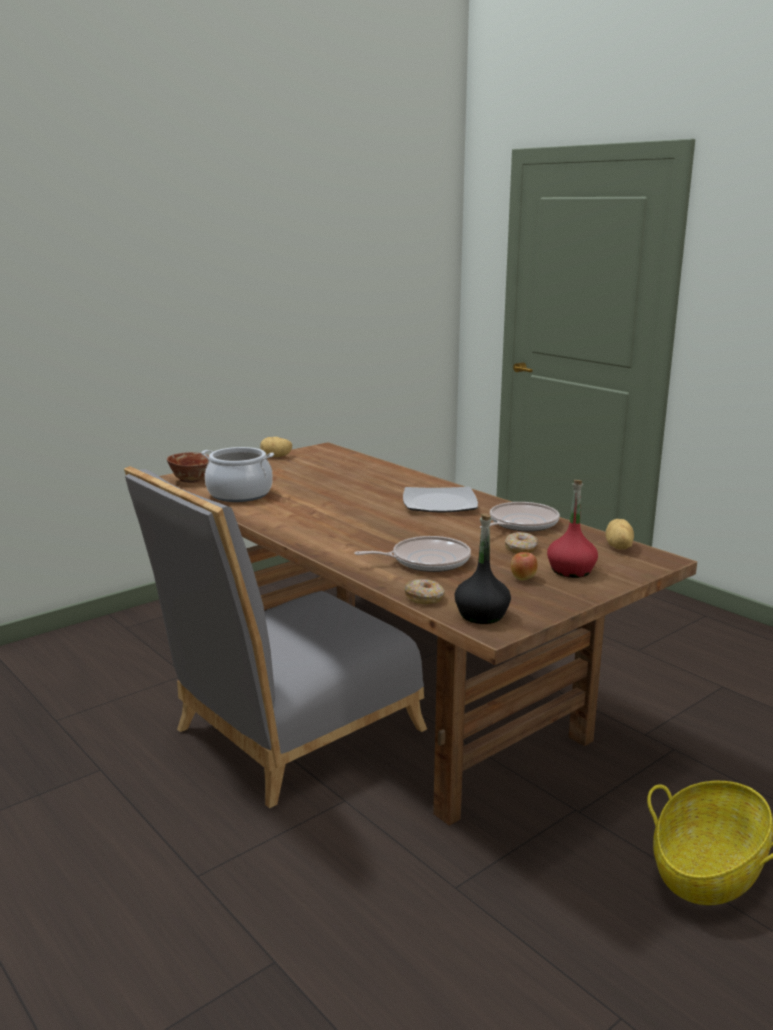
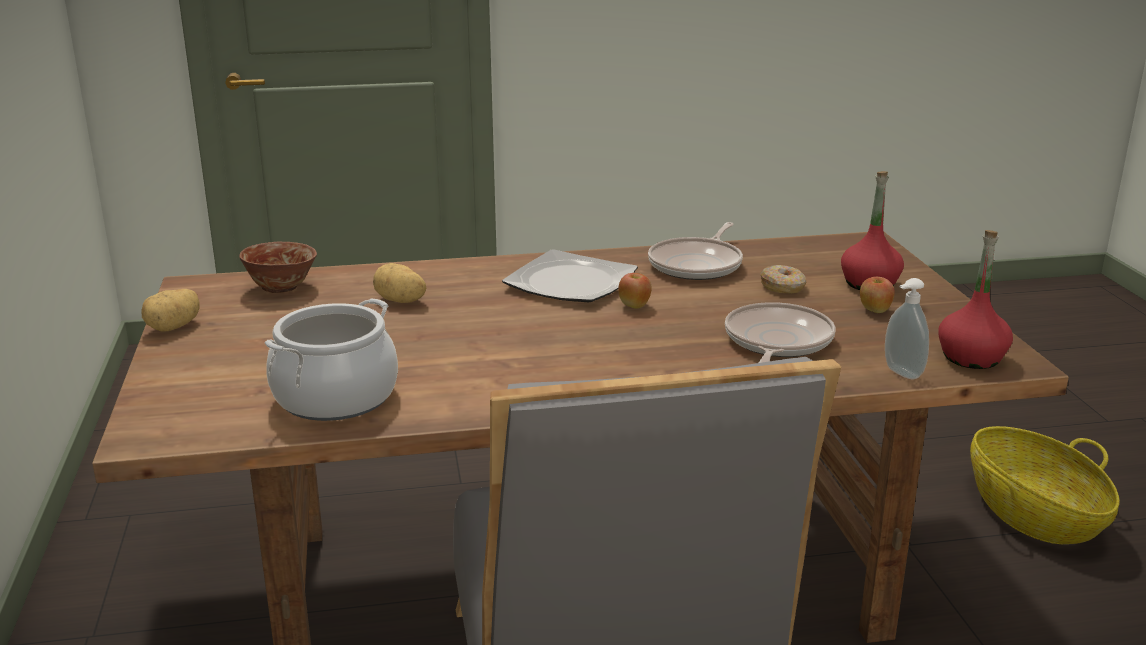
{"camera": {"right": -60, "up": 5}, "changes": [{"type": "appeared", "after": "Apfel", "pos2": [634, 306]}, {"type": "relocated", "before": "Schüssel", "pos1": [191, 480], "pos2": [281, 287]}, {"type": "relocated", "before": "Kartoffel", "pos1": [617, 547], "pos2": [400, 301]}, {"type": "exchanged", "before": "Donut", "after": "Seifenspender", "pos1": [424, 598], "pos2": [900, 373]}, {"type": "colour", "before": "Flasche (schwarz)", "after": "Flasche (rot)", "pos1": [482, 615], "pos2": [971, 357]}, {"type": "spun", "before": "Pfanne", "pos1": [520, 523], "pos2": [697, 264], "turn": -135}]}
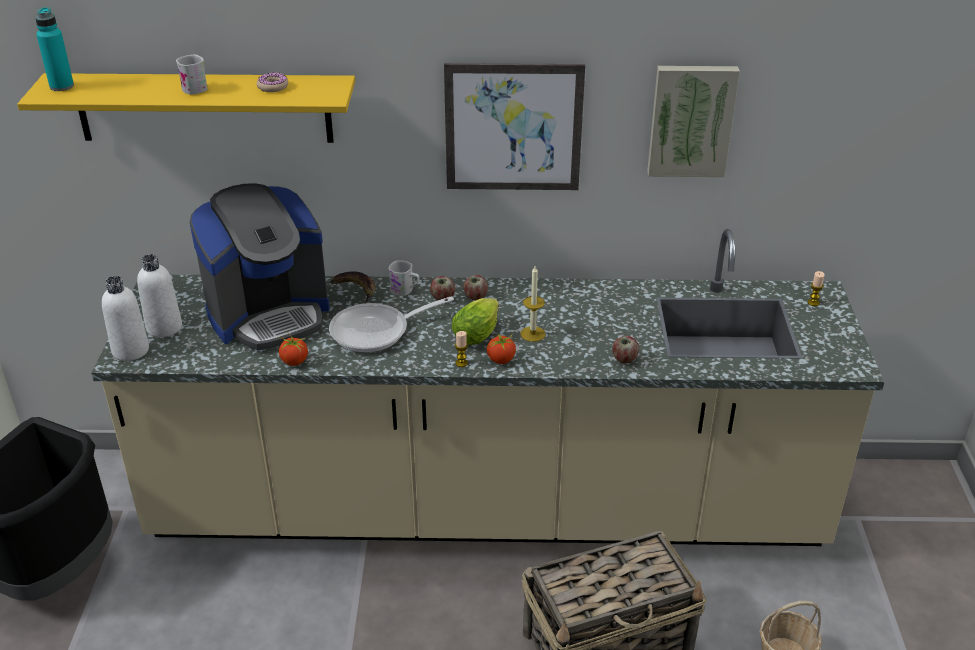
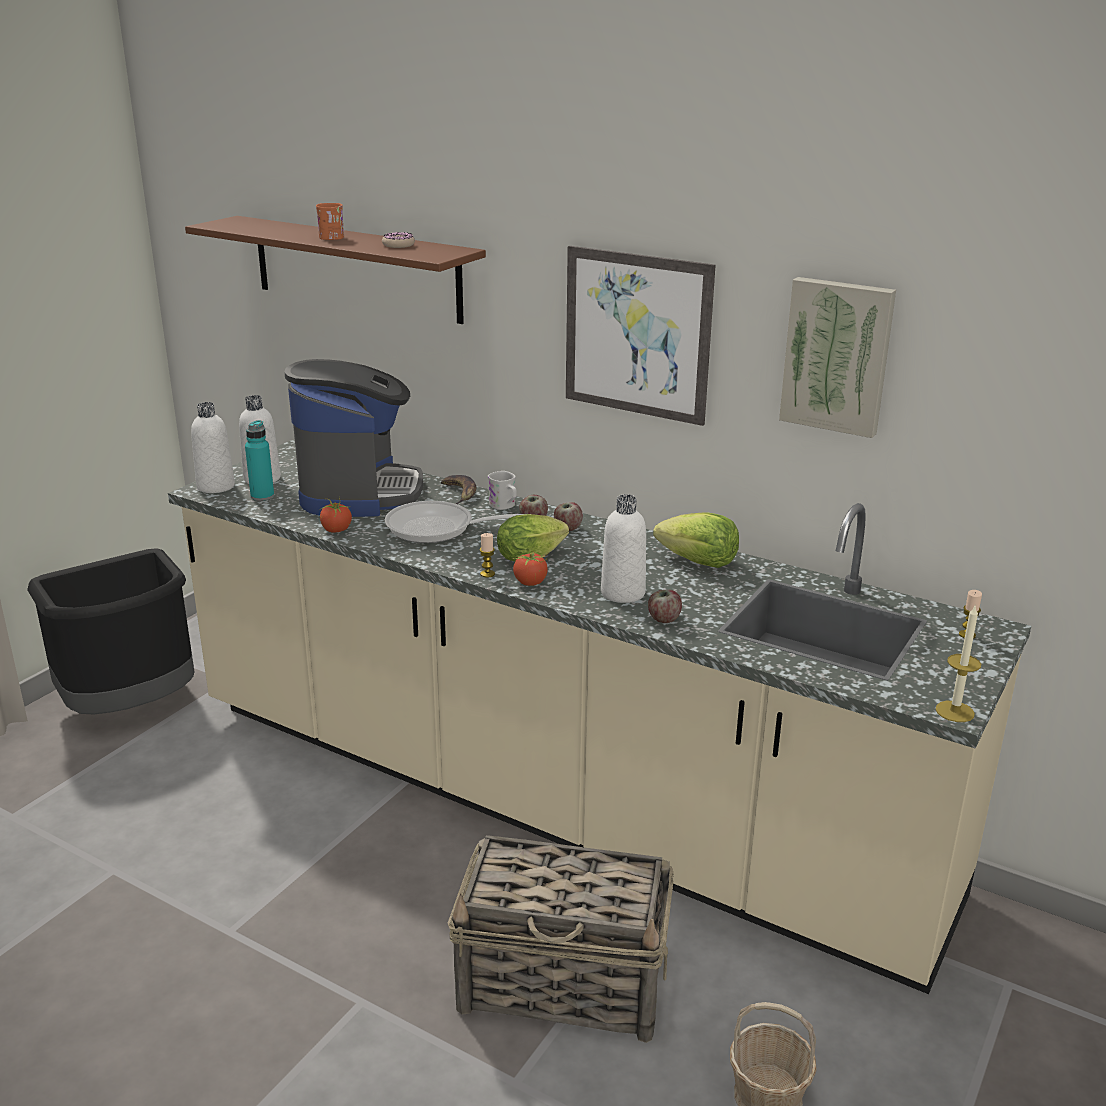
{"camera": {"right": 30, "up": -10}, "changes": [{"type": "appeared", "after": "Flasche (weiß)", "pos2": [623, 593]}, {"type": "appeared", "after": "Salatkopf", "pos2": [698, 562]}, {"type": "relocated", "before": "Flasche (türkis)", "pos1": [61, 86], "pos2": [262, 496]}, {"type": "relocated", "before": "Kerze", "pos1": [532, 334], "pos2": [955, 711]}, {"type": "colour", "before": "Wandregal (gelb)", "after": "Wandregal (braun)", "pos1": [204, 108], "pos2": [356, 268]}, {"type": "colour", "before": "Henkelbecher (weiß)", "after": "Henkelbecher (orange)", "pos1": [192, 88], "pos2": [331, 236]}, {"type": "spun", "before": "Kaffeemaschine", "pos1": [269, 314], "pos2": [359, 492], "turn": -90}]}
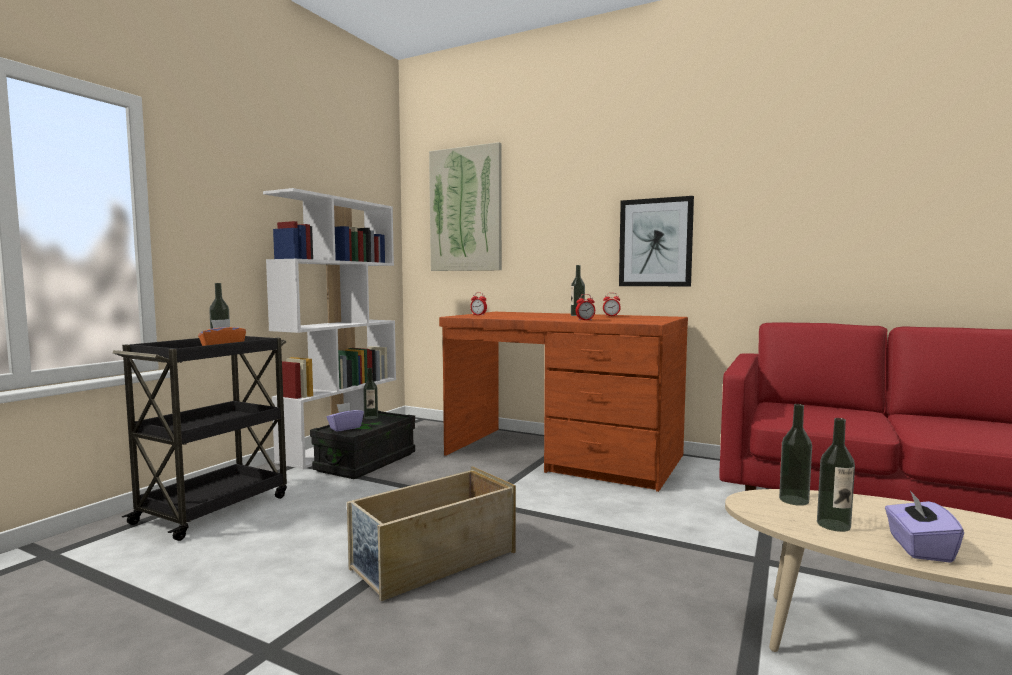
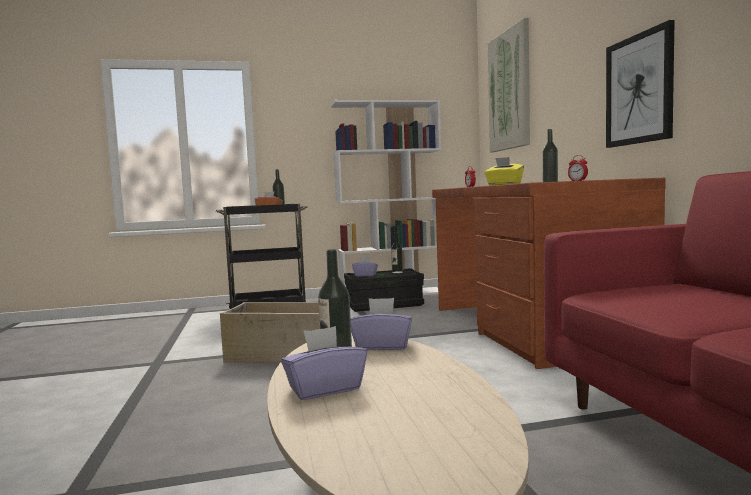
{"camera": {"right": 50, "up": 0}, "changes": [{"type": "exchanged", "before": "Wecker", "after": "Taschentuchbox (gelb)", "pos1": [585, 320], "pos2": [504, 184]}, {"type": "exchanged", "before": "Flasche", "after": "Taschentuchbox (lila)", "pos1": [793, 500], "pos2": [382, 345]}]}
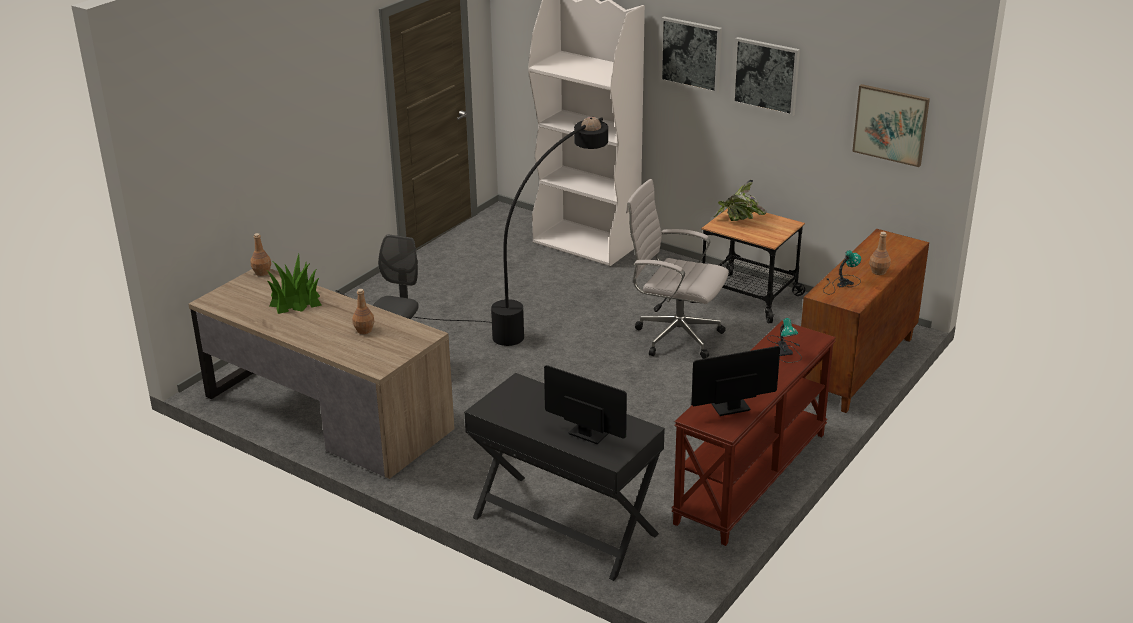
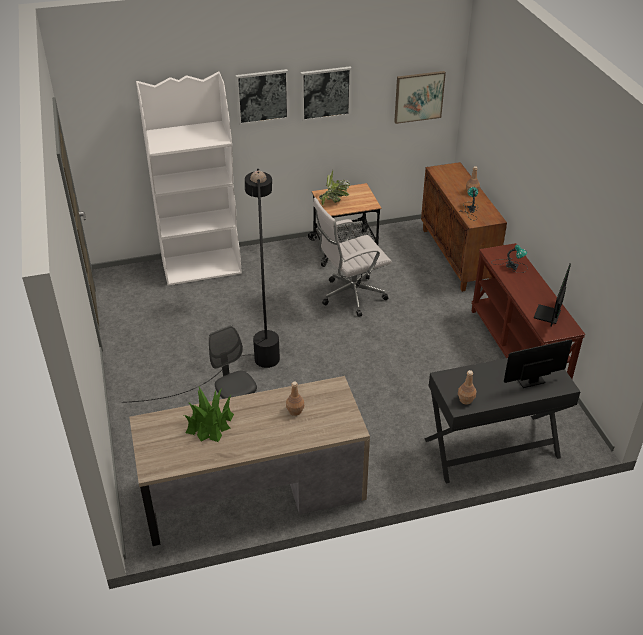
{"camera": {"right": -50, "up": 10}, "changes": [{"type": "relocated", "before": "Flasche (braun)", "pos1": [262, 272], "pos2": [466, 400]}]}
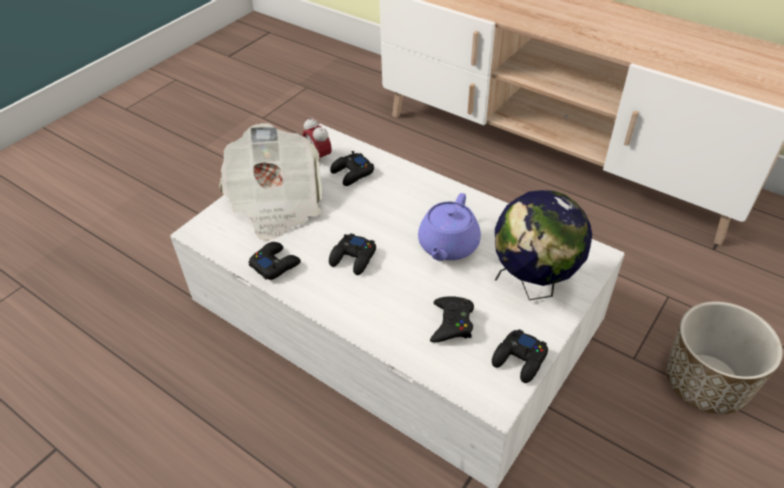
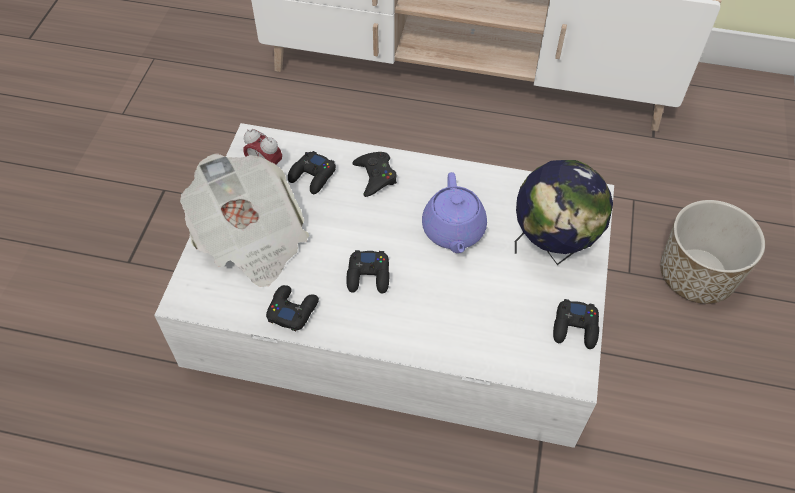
{"camera": {"right": -25, "up": 10}, "changes": [{"type": "relocated", "before": "Gamepad (schwarz)", "pos1": [452, 323], "pos2": [375, 176]}]}
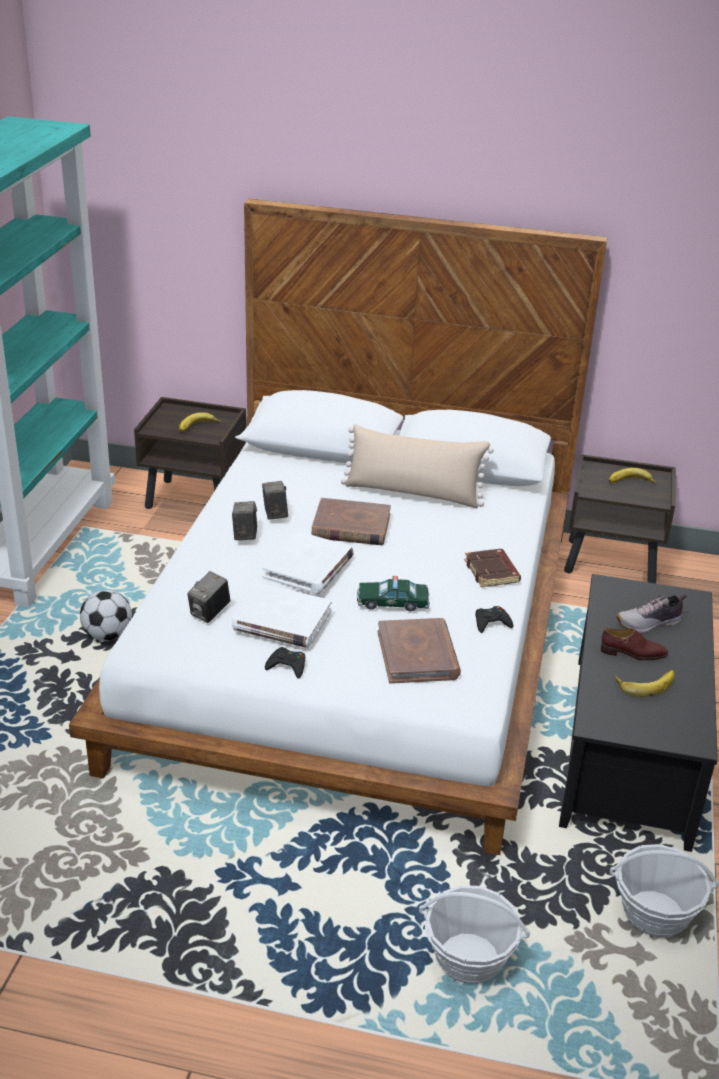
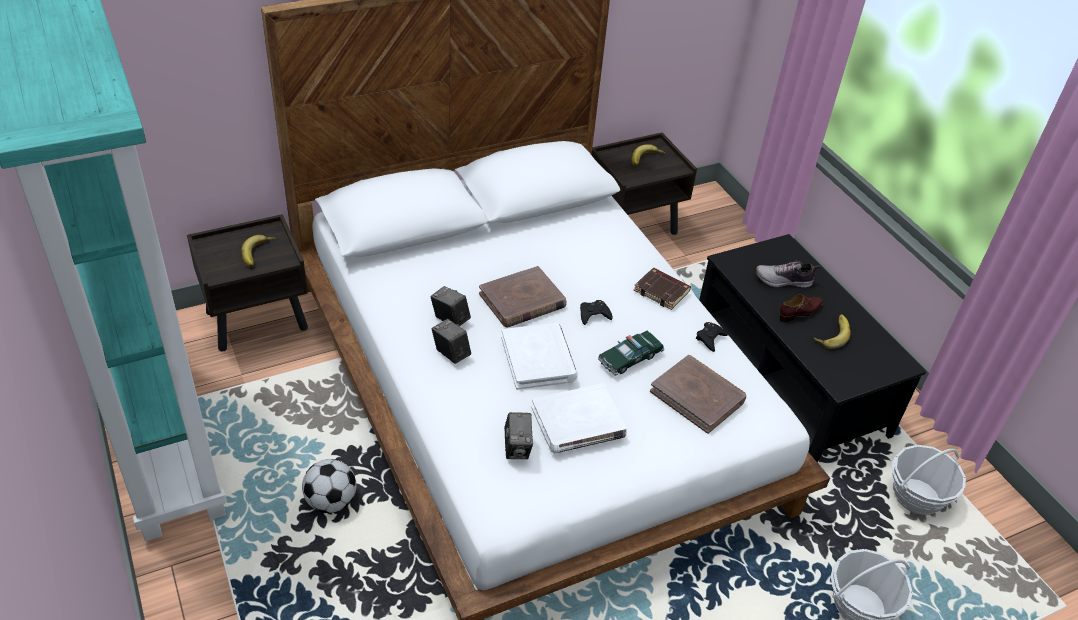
{"camera": {"right": -40, "up": 10}, "changes": [{"type": "missing", "before": "Kissen (beige)", "pos1": [413, 493]}, {"type": "relocated", "before": "Gamepad (schwarz)", "pos1": [287, 666], "pos2": [594, 315]}, {"type": "spun", "before": "Schuh", "pos1": [649, 623], "pos2": [784, 281], "turn": 60}]}
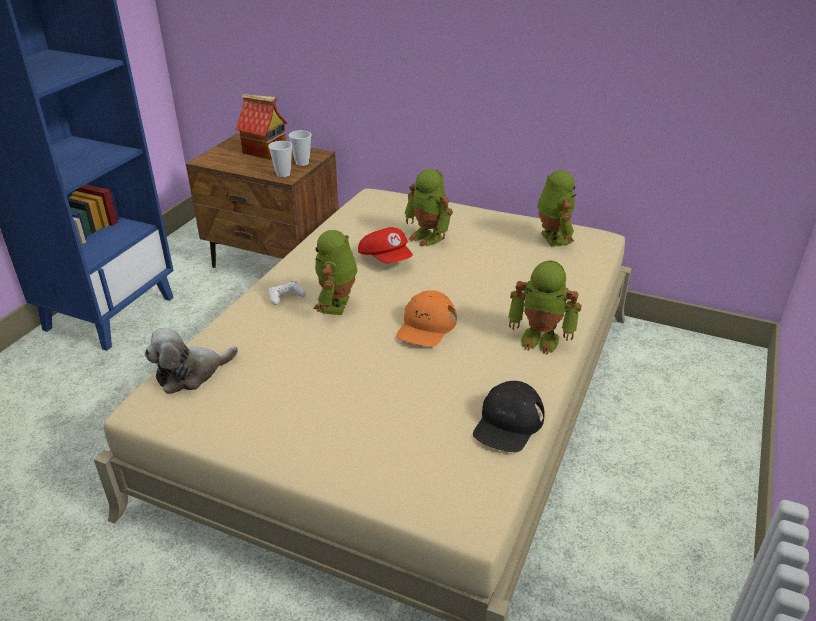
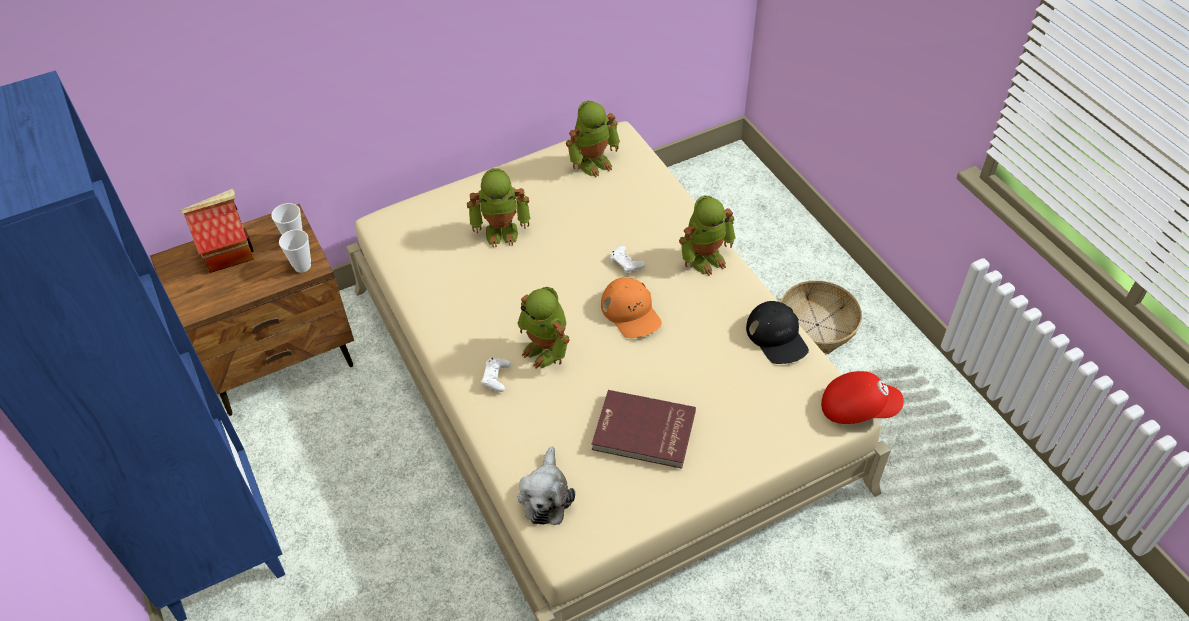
{"camera": {"right": -50, "up": 15}, "changes": [{"type": "appeared", "after": "Buch (rot)", "pos2": [643, 432]}, {"type": "appeared", "after": "Gamepad (weiß)", "pos2": [626, 263]}, {"type": "appeared", "after": "Korb", "pos2": [817, 325]}, {"type": "relocated", "before": "Kappe (rot)", "pos1": [386, 259], "pos2": [858, 407]}, {"type": "spun", "before": "Spielzeugroboter", "pos1": [552, 238], "pos2": [593, 162], "turn": 120}]}
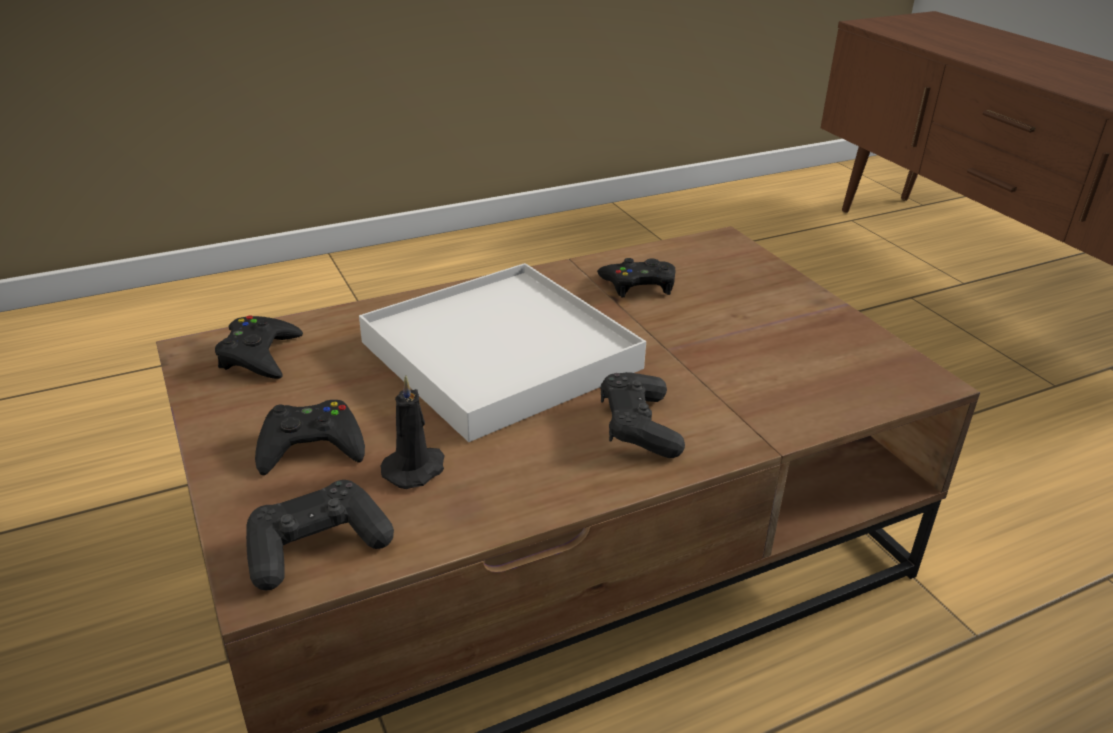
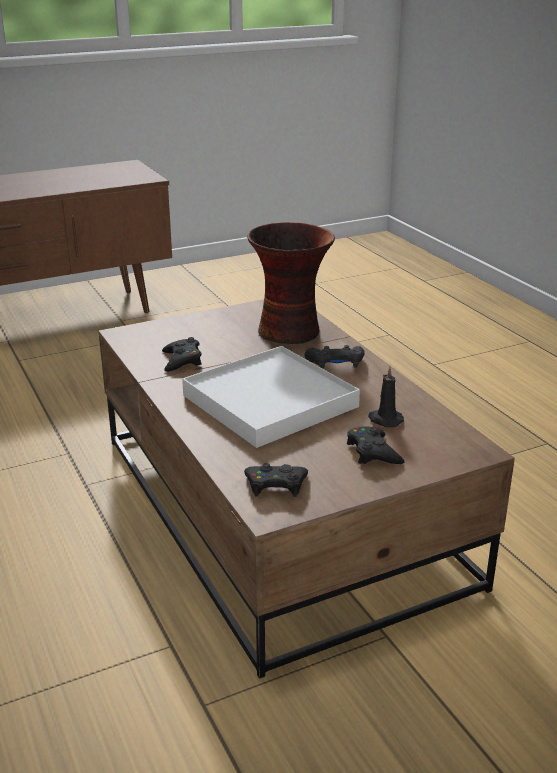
{"camera": {"right": -90, "up": -5}, "changes": [{"type": "missing", "before": "Gamepad (schwarz)", "pos1": [317, 547]}, {"type": "appeared", "after": "Vase", "pos2": [291, 332]}]}
